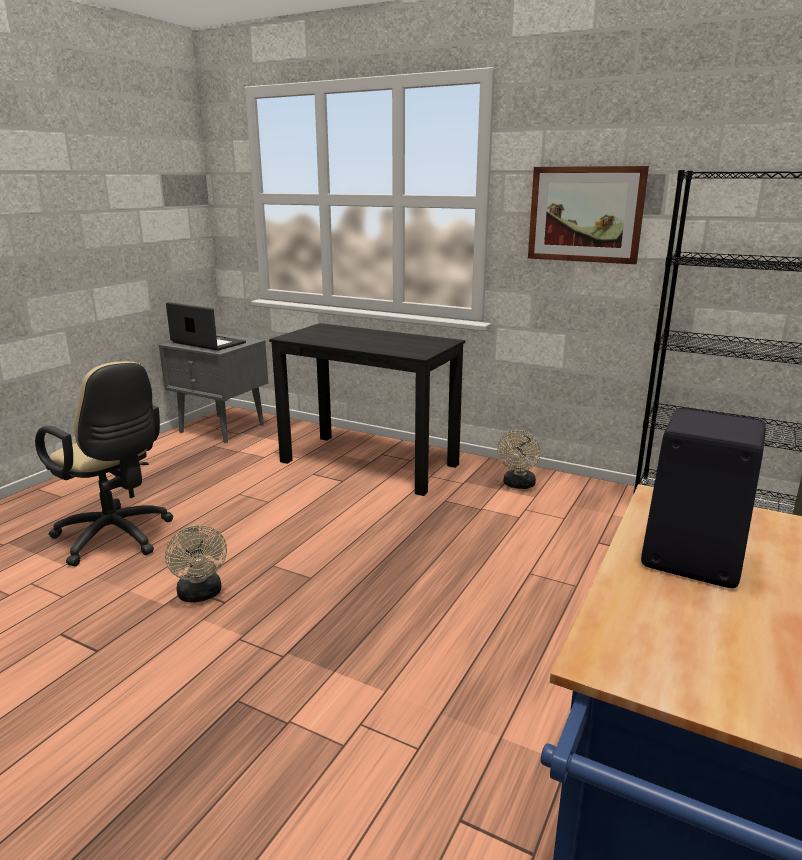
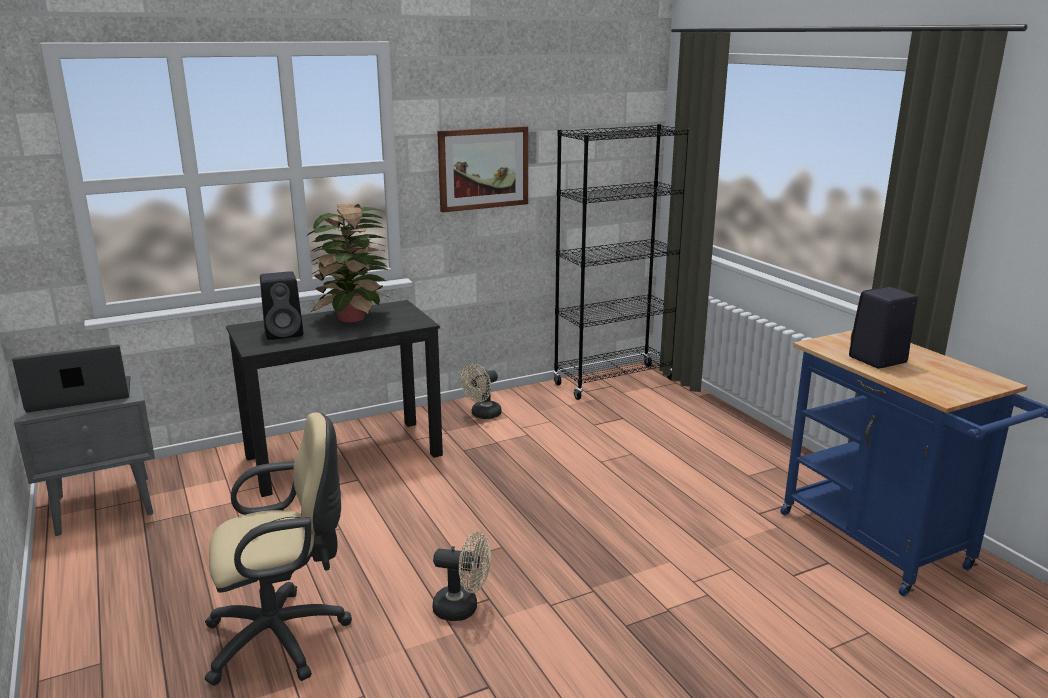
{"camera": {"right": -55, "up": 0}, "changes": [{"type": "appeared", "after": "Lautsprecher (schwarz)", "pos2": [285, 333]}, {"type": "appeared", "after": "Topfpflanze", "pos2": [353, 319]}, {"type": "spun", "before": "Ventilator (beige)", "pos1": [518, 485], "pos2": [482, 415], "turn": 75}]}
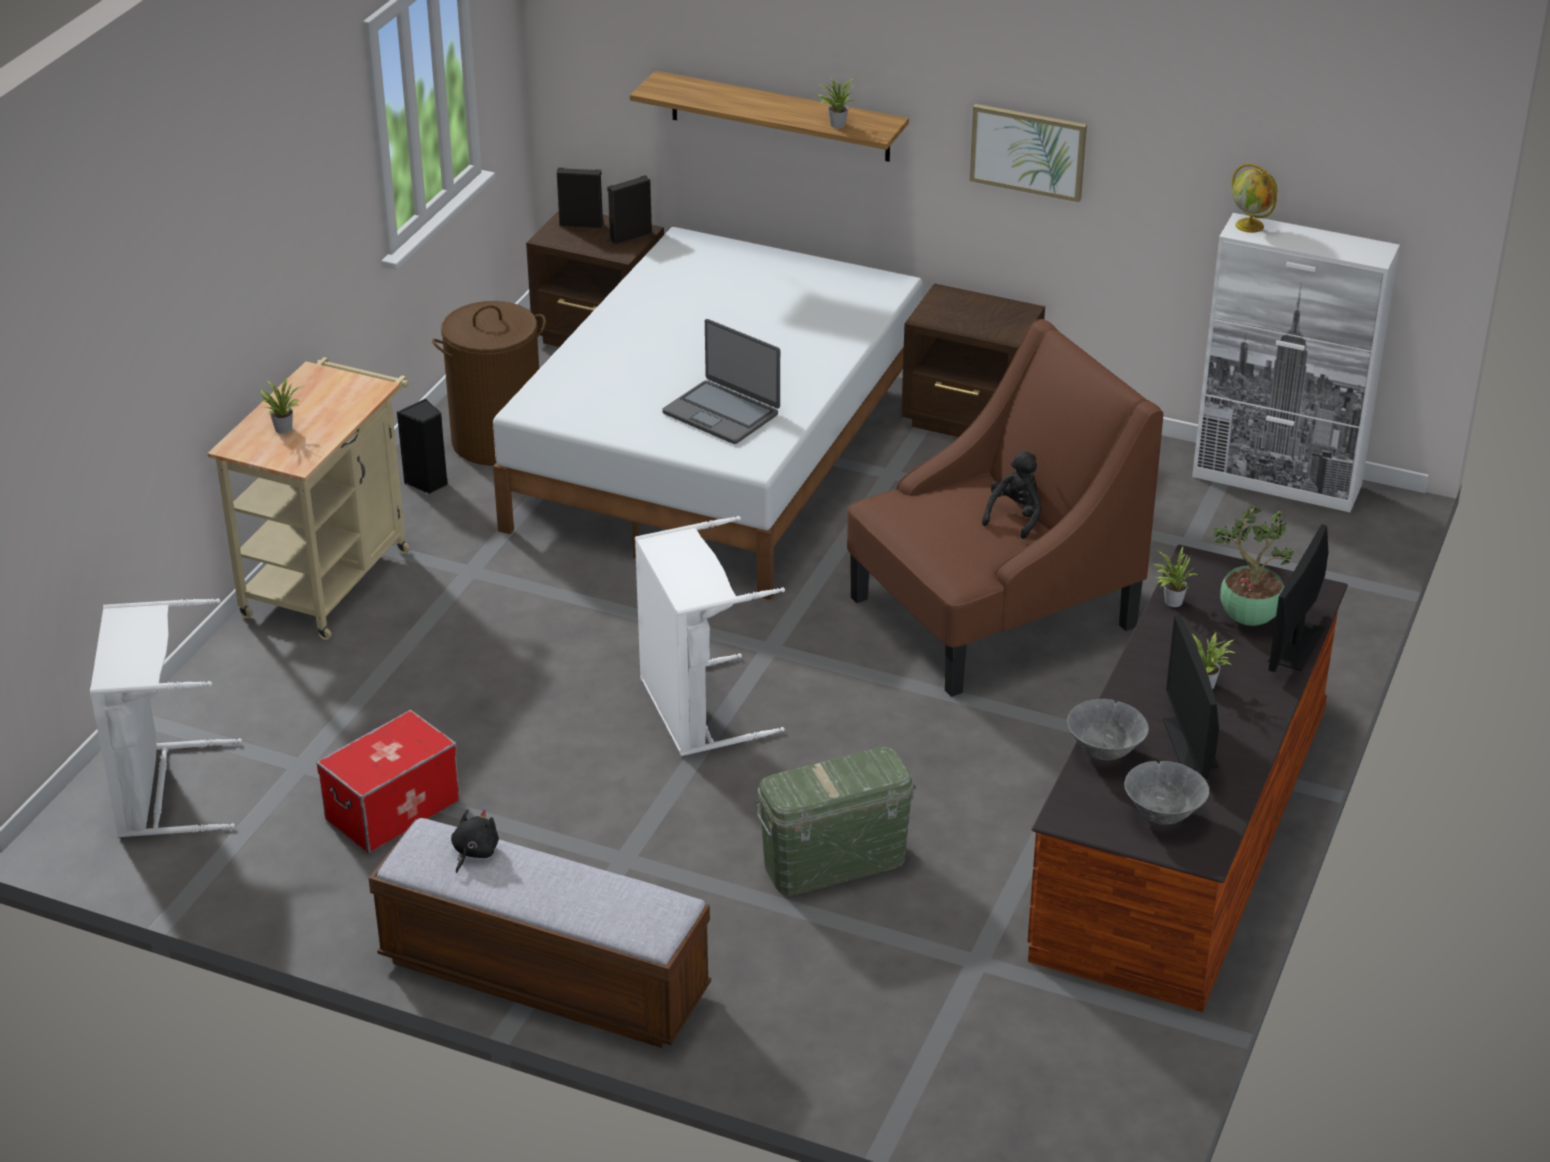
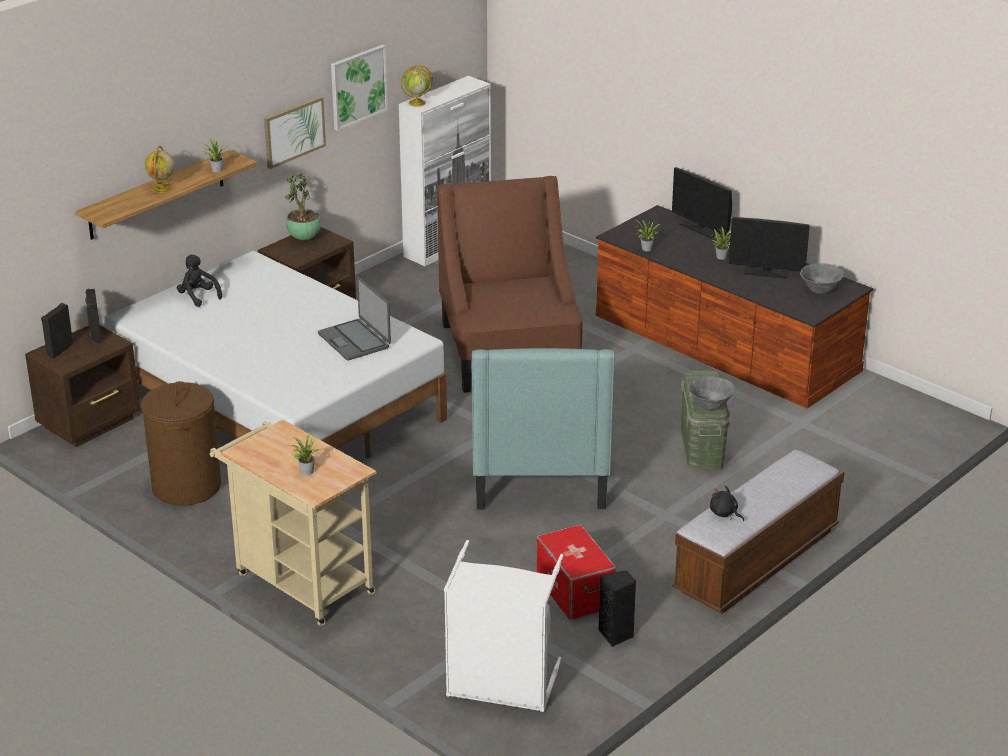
{"camera": {"right": -70, "up": -5}, "changes": [{"type": "appeared", "after": "Globus", "pos2": [162, 189]}, {"type": "appeared", "after": "Bild", "pos2": [358, 86]}, {"type": "relocated", "before": "Lautsprecher (schwarz)", "pos1": [427, 482], "pos2": [617, 635]}, {"type": "relocated", "before": "Plüschtier (schwarz)", "pos1": [1015, 517], "pos2": [198, 297]}, {"type": "relocated", "before": "Schüssel (grau)", "pos1": [1104, 752], "pos2": [710, 407]}, {"type": "relocated", "before": "Topfpflanze", "pos1": [1247, 619], "pos2": [304, 238]}, {"type": "exchanged", "before": "Wäschekorb (weiß)", "after": "Sessel (türkis)", "pos1": [694, 709], "pos2": [539, 465]}, {"type": "spun", "before": "Laptop", "pos1": [722, 413], "pos2": [355, 340], "turn": 90}]}
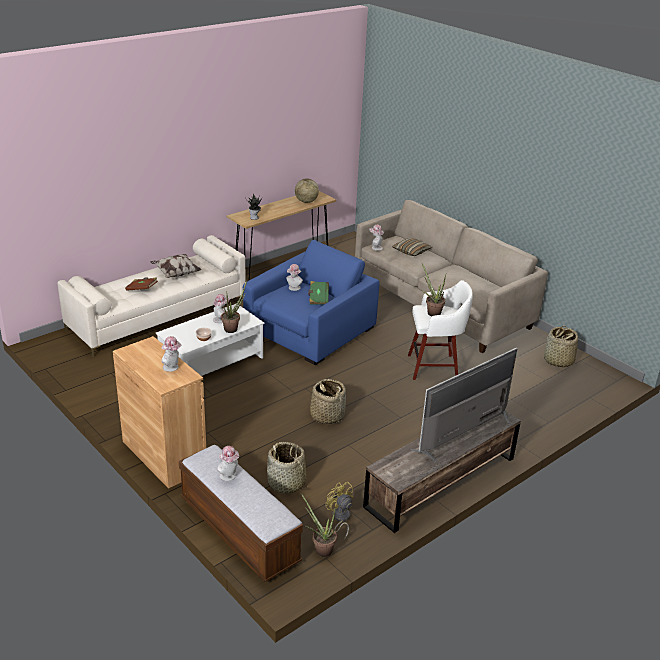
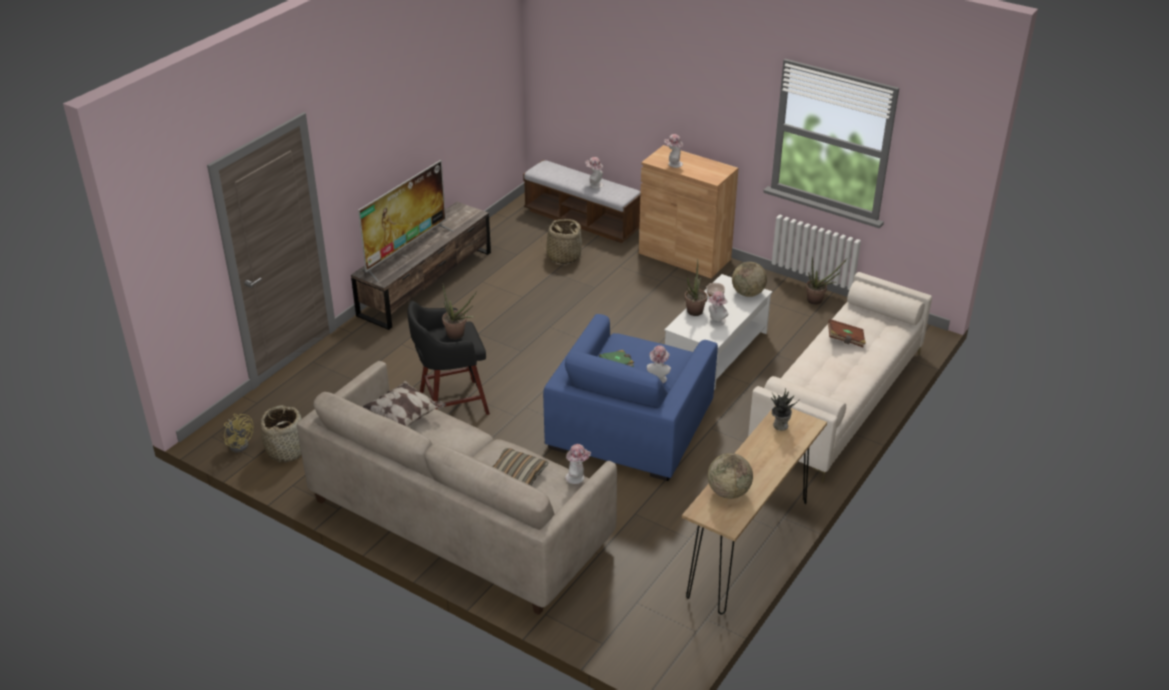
{"camera": {"right": 165, "up": 5}, "changes": [{"type": "missing", "before": "Korb", "pos1": [327, 415]}, {"type": "appeared", "after": "Globus", "pos2": [748, 293]}, {"type": "relocated", "before": "Kissen", "pos1": [176, 273], "pos2": [405, 416]}, {"type": "relocated", "before": "Topfpflanze", "pos1": [320, 549], "pos2": [818, 301]}, {"type": "relocated", "before": "Ventilator (gelb)", "pos1": [340, 518], "pos2": [239, 443]}, {"type": "colour", "before": "Hocker (weiß)", "after": "Hocker (schwarz)", "pos1": [434, 367], "pos2": [451, 403]}]}
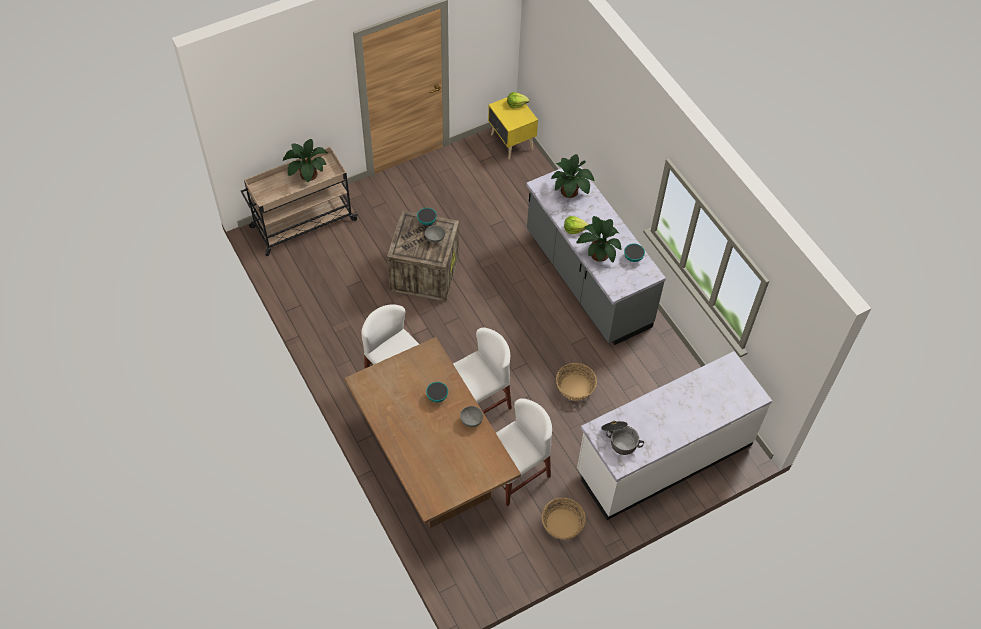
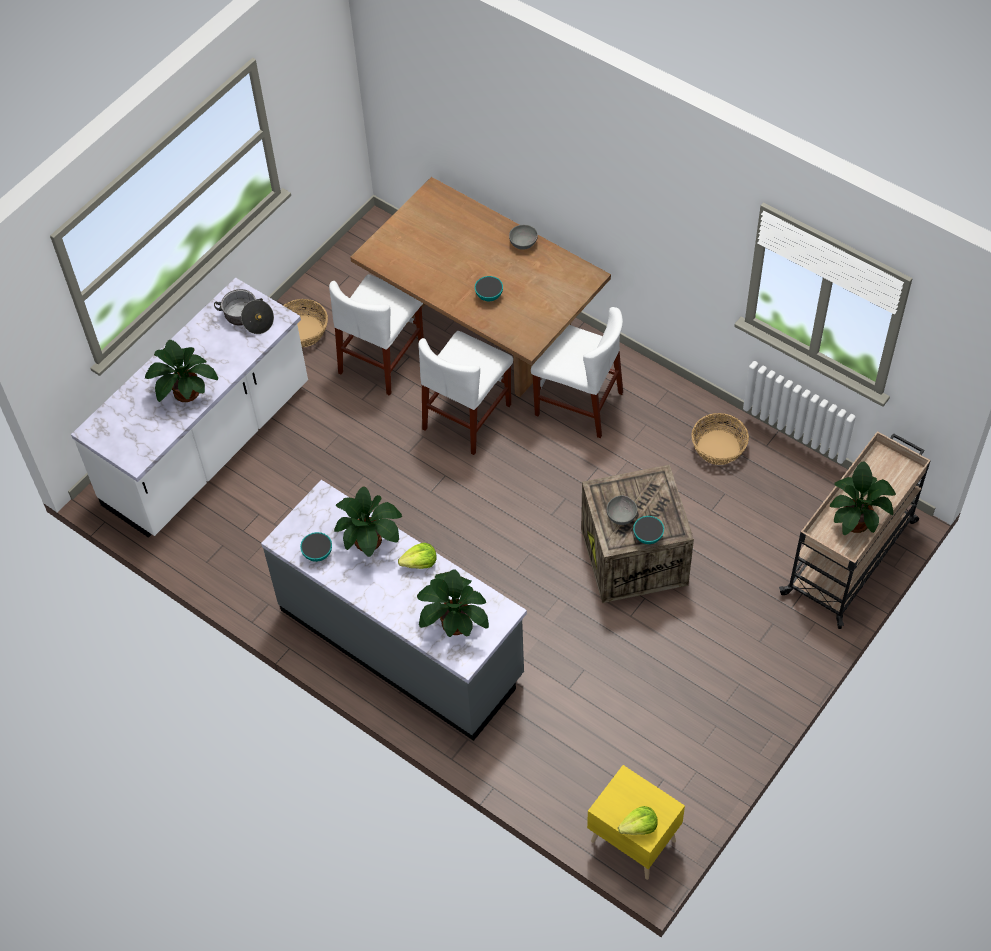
{"camera": {"right": 160, "up": 0}, "changes": [{"type": "appeared", "after": "Topfpflanze", "pos2": [184, 391]}, {"type": "relocated", "before": "Schüssel (grau)", "pos1": [471, 420], "pos2": [524, 244]}, {"type": "relocated", "before": "Korb", "pos1": [575, 387], "pos2": [718, 447]}]}
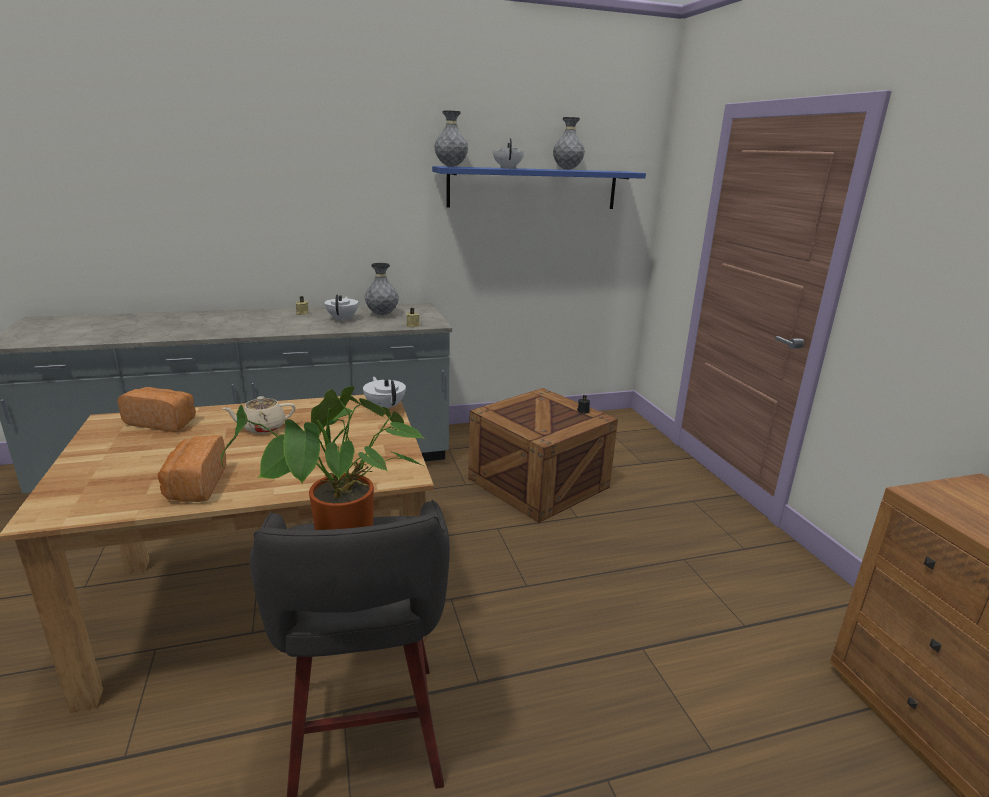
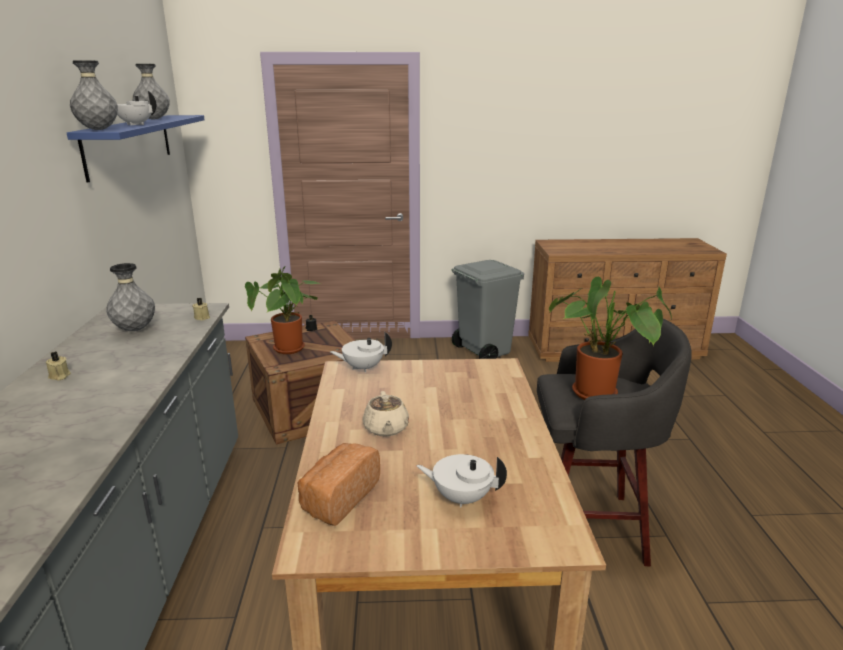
{"camera": {"right": -75, "up": 0}, "changes": [{"type": "missing", "before": "Brot", "pos1": [195, 485]}, {"type": "appeared", "after": "Topfpflanze", "pos2": [290, 350]}, {"type": "appeared", "after": "Mülleimer (grau)", "pos2": [483, 352]}, {"type": "relocated", "before": "Teekanne (weiß)", "pos1": [343, 318], "pos2": [461, 497]}]}
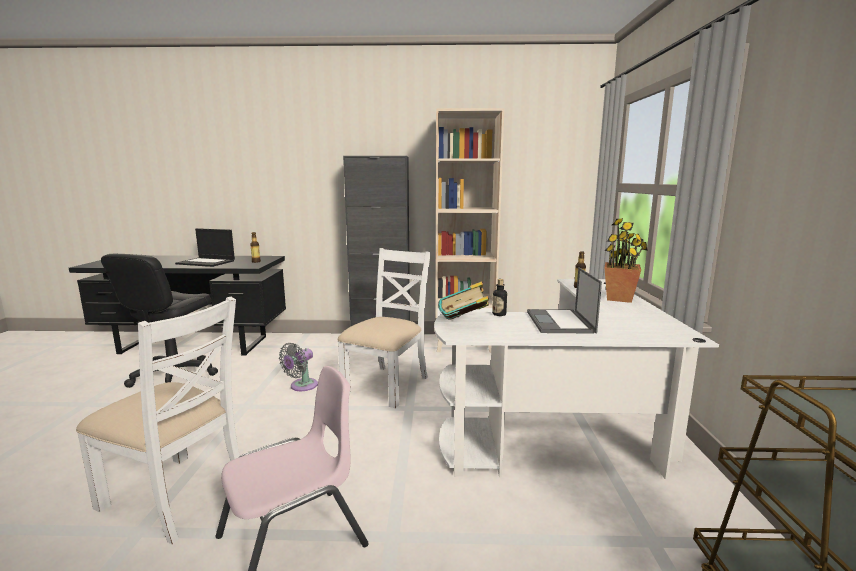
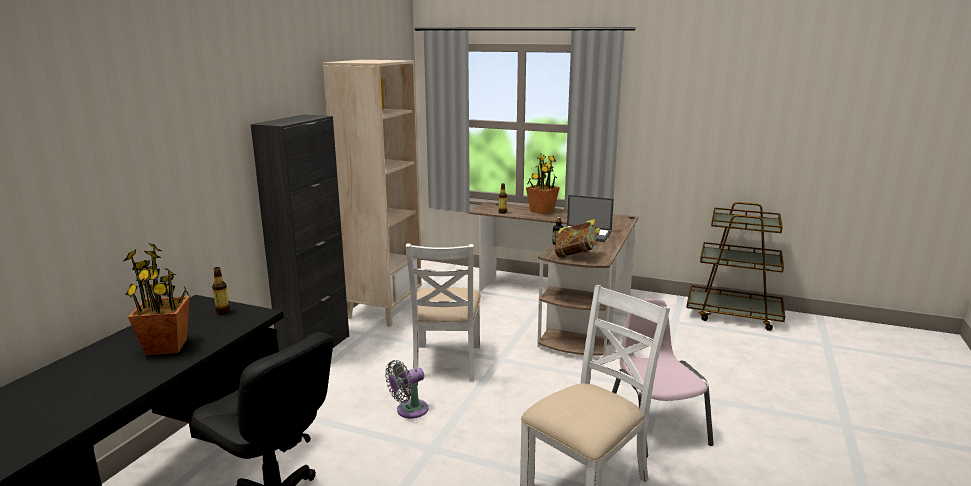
{"camera": {"right": -70, "up": 5}, "changes": [{"type": "exchanged", "before": "Laptop", "after": "Topfpflanze", "pos1": [206, 262], "pos2": [167, 347]}, {"type": "colour", "before": "Schreibtisch (weiß)", "after": "Schreibtisch (braun)", "pos1": [570, 426], "pos2": [563, 309]}, {"type": "spun", "before": "Ventilator (grau)", "pos1": [301, 386], "pos2": [409, 410], "turn": 90}, {"type": "spun", "before": "Stuhl (weiß)", "pos1": [387, 385], "pos2": [446, 362], "turn": -135}]}
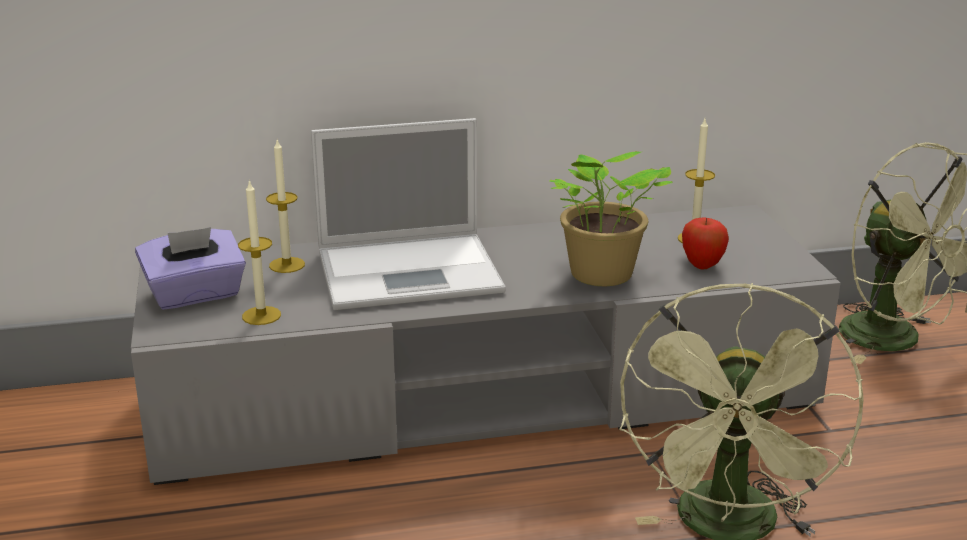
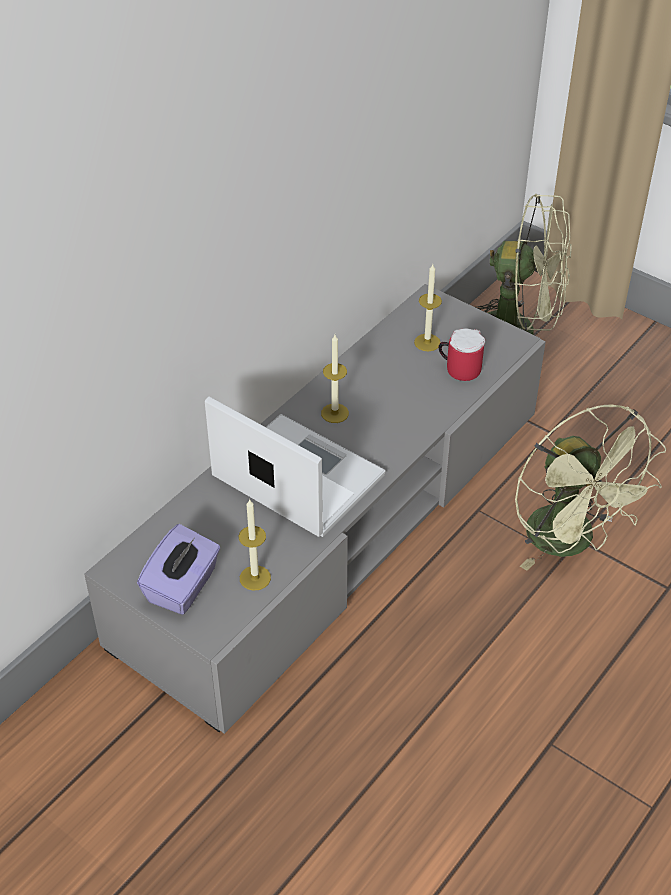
{"camera": {"right": -40, "up": 20}, "changes": [{"type": "missing", "before": "Topfpflanze", "pos1": [600, 276]}, {"type": "relocated", "before": "Kerze", "pos1": [287, 265], "pos2": [335, 413]}, {"type": "exchanged", "before": "Apfel", "after": "Henkelbecher", "pos1": [702, 265], "pos2": [459, 368]}, {"type": "spun", "before": "Laptop", "pos1": [412, 271], "pos2": [295, 476], "turn": -90}]}
